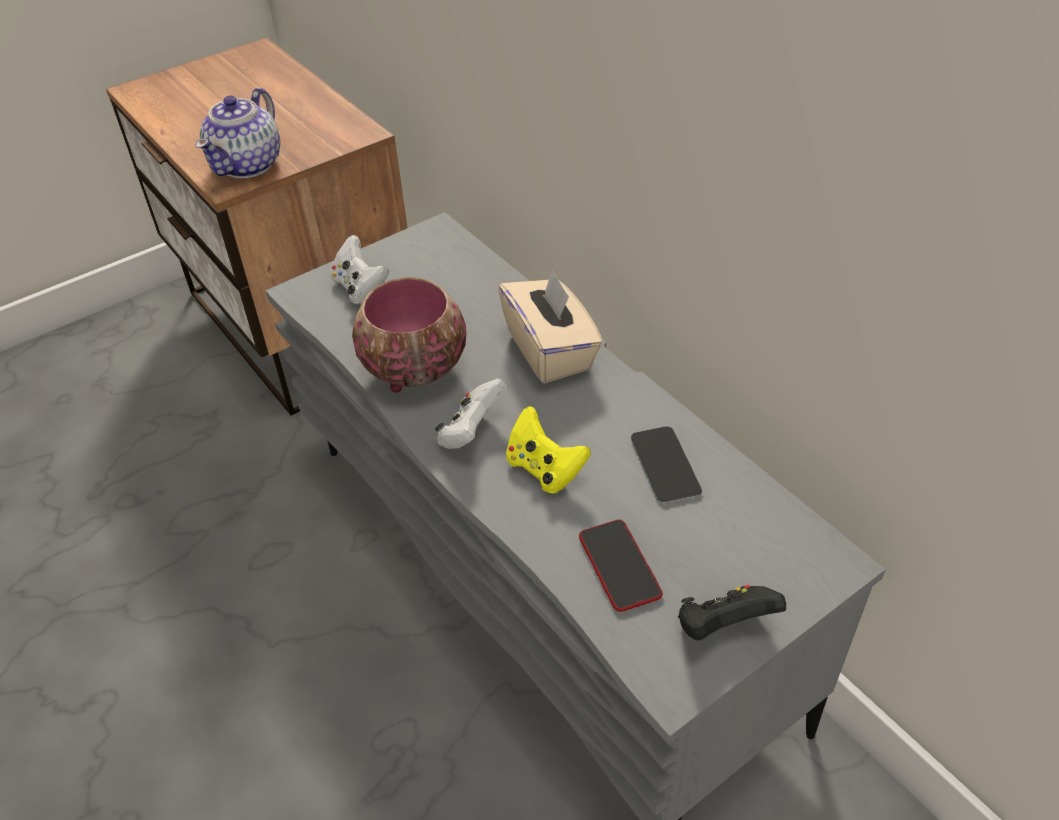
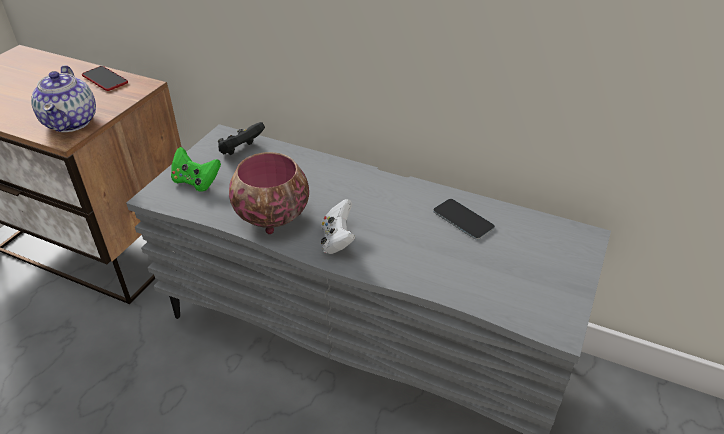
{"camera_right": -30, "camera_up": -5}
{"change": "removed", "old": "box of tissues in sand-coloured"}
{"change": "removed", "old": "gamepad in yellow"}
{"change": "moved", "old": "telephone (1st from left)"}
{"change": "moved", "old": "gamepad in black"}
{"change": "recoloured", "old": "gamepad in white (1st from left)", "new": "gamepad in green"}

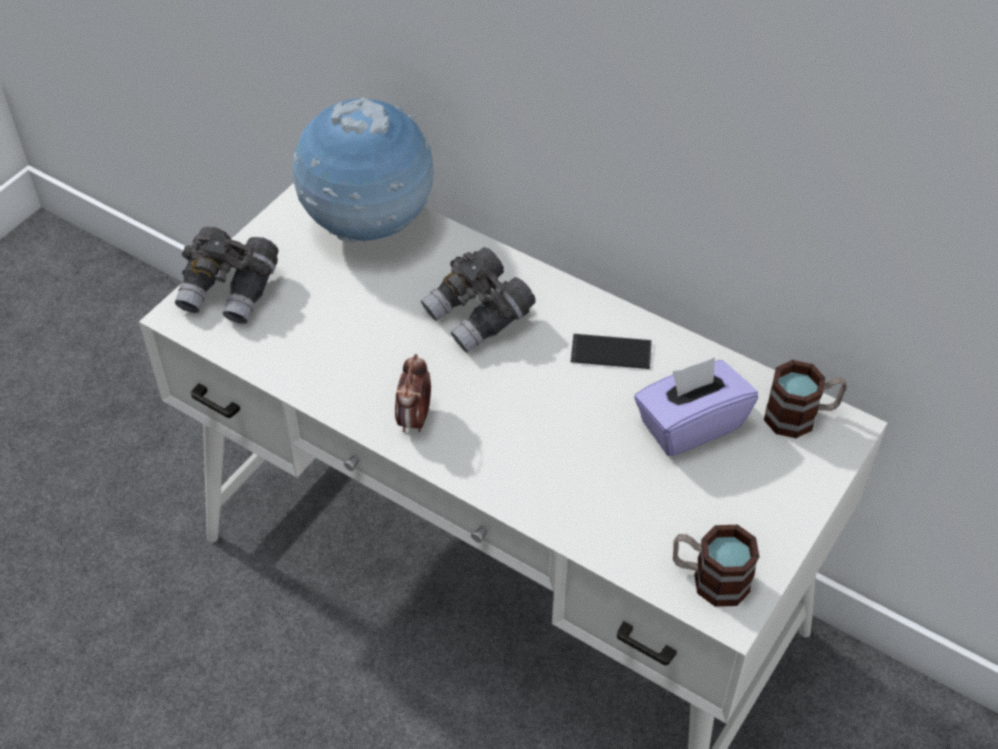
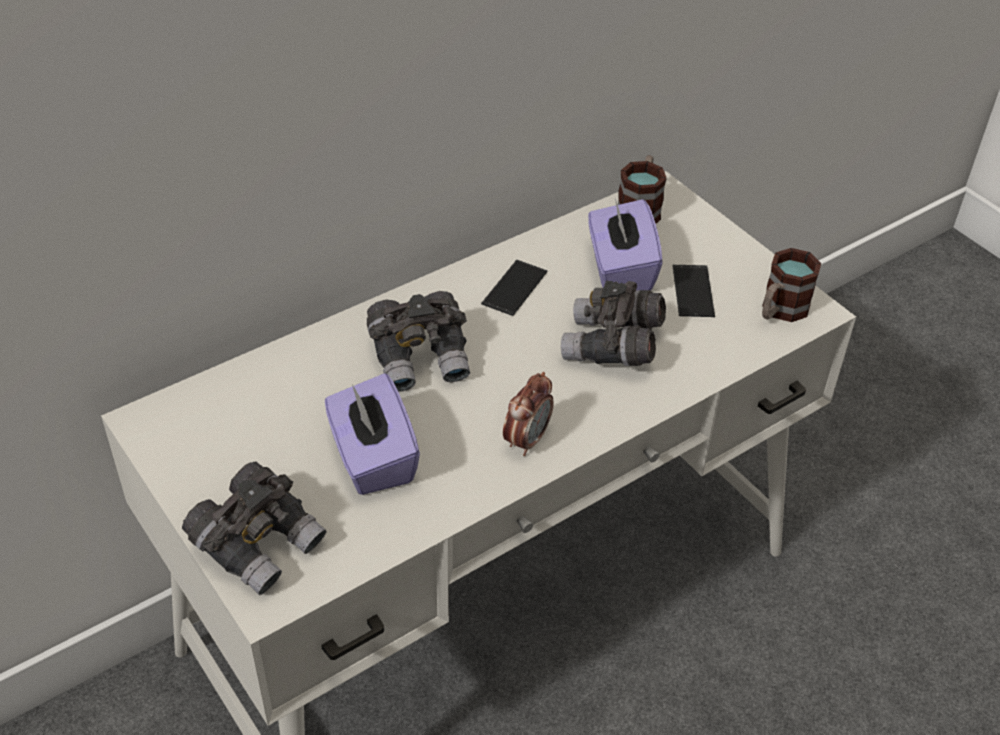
{"camera_right": -70, "camera_up": -5}
{"change": "removed", "old": "globe"}
{"change": "added", "new": "box of tissues in purple (1st from left)"}
{"change": "added", "new": "field glasses in gray (3rd from left)"}
{"change": "added", "new": "telephone (2nd from left)"}
{"change": "turned", "old": "bedside clock", "degrees": -90}

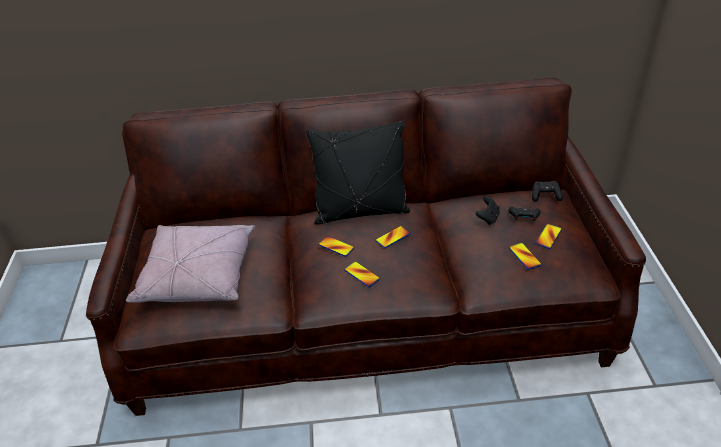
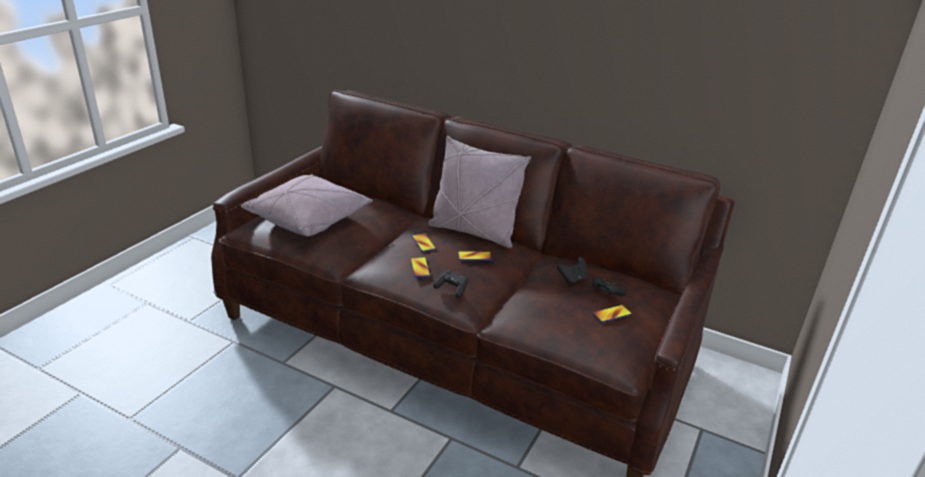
{"camera_right": 30, "camera_up": -10}
{"change": "removed", "old": "telephone (4th from left)"}
{"change": "moved", "old": "gamepad in black (3rd from left in the first image)", "new": "gamepad in black (1st from left)"}
{"change": "recoloured", "old": "throw pillow in black", "new": "throw pillow in purple (2nd from left)"}

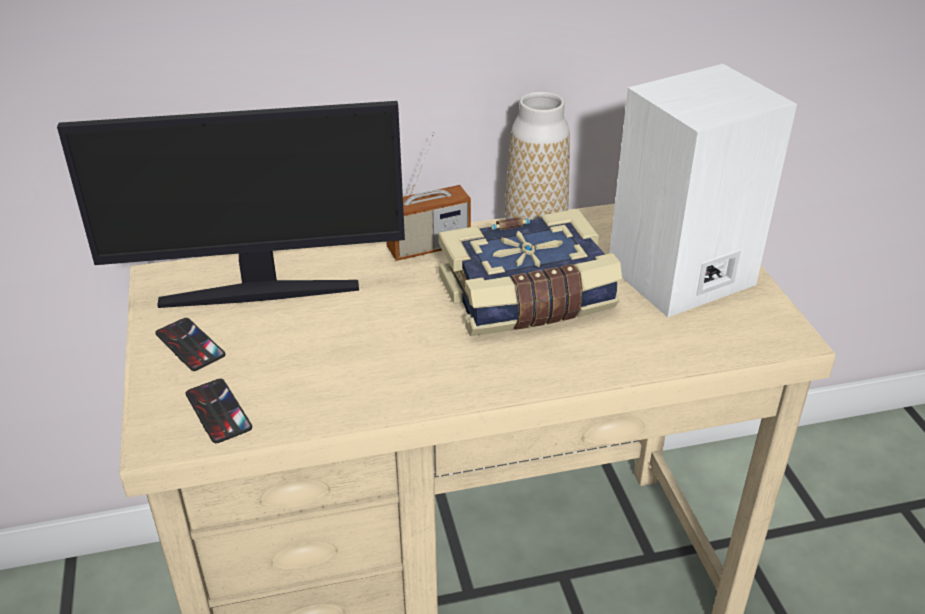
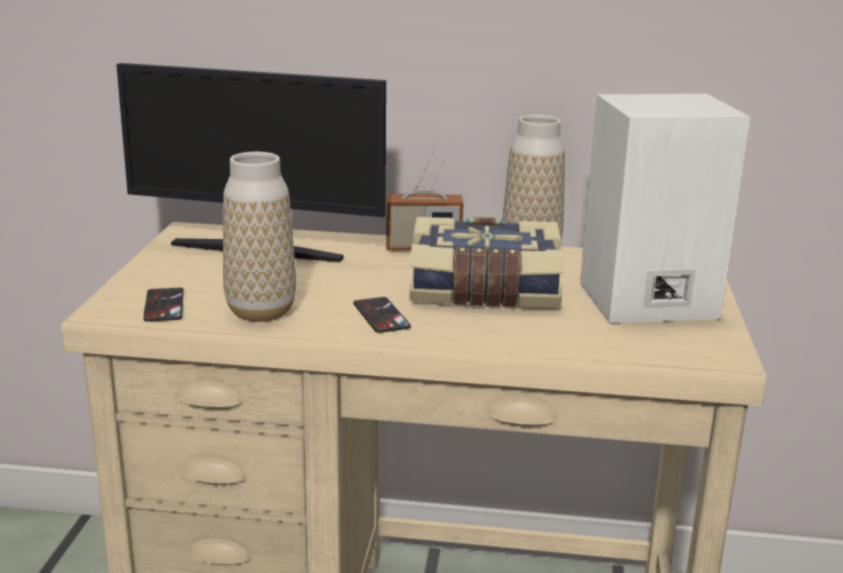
{"camera_right": 20, "camera_up": -15}
{"change": "added", "new": "flower vase (1st from left)"}
{"change": "moved", "old": "telephone (1st from left in the first image)", "new": "telephone (2nd from left)"}

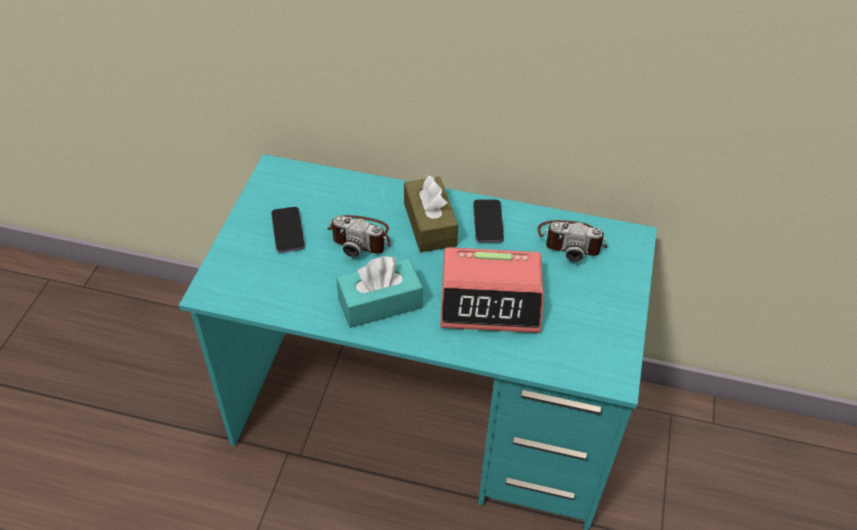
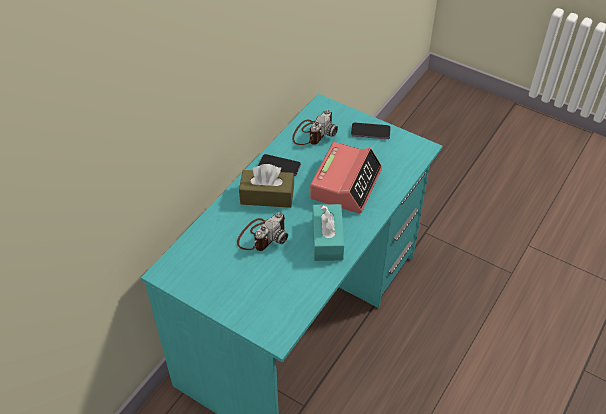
{"camera_right": -70, "camera_up": 0}
{"change": "moved", "old": "telephone (1st from left in the first image)", "new": "telephone (2nd from left)"}

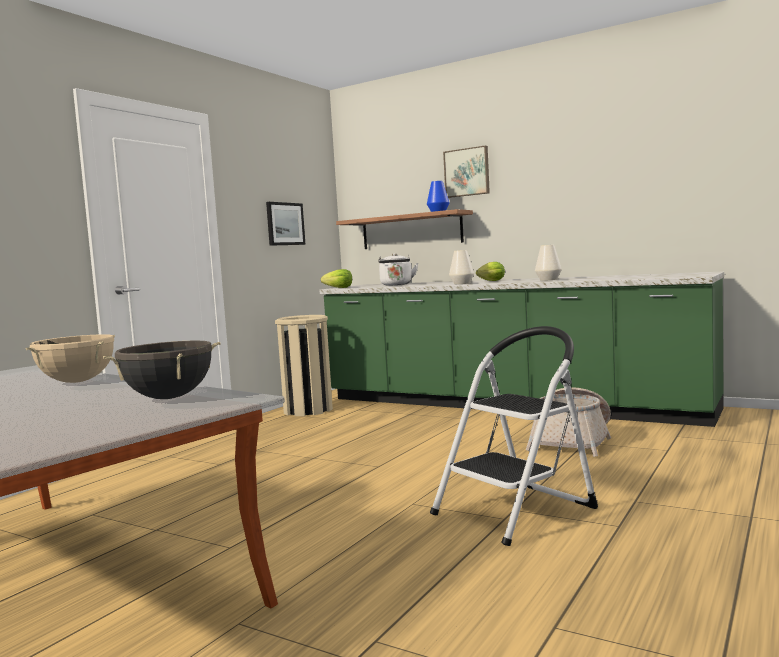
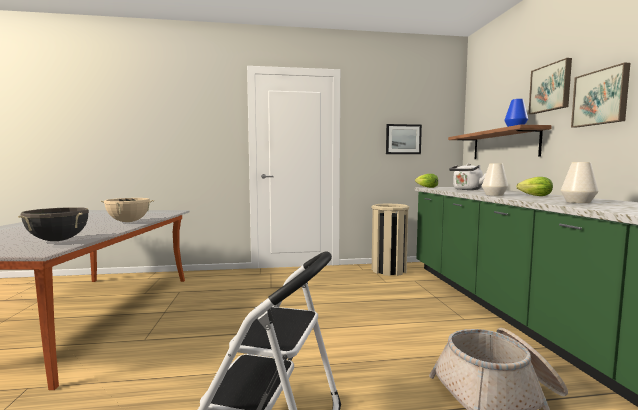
{"camera_right": 50, "camera_up": 0}
{"change": "added", "new": "wall picture (3rd from left)"}

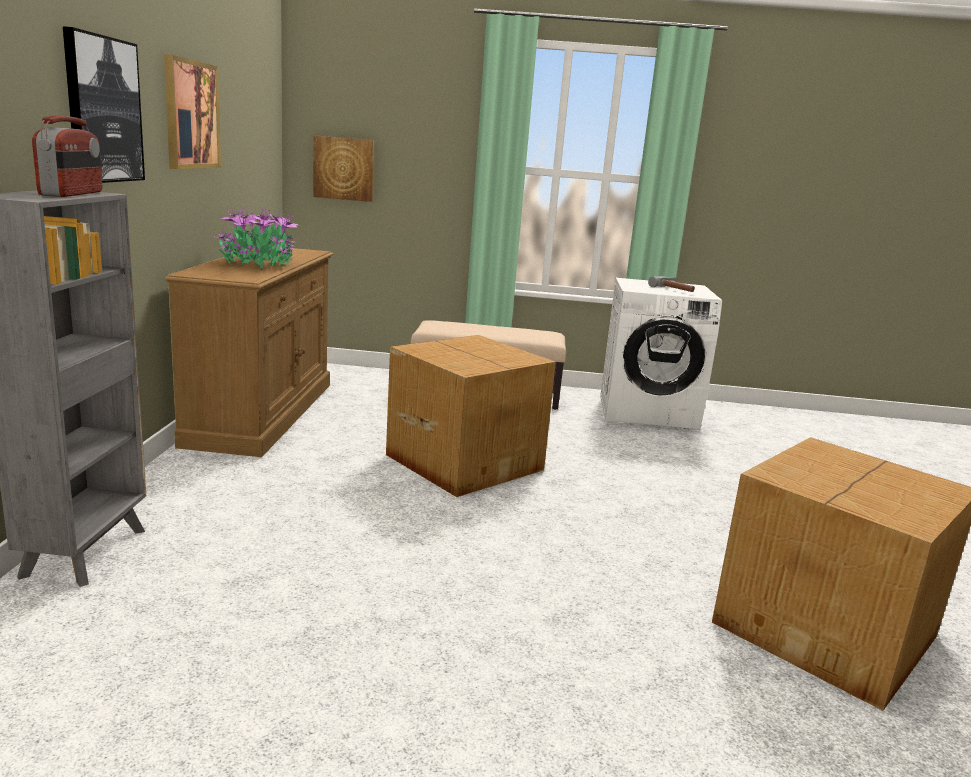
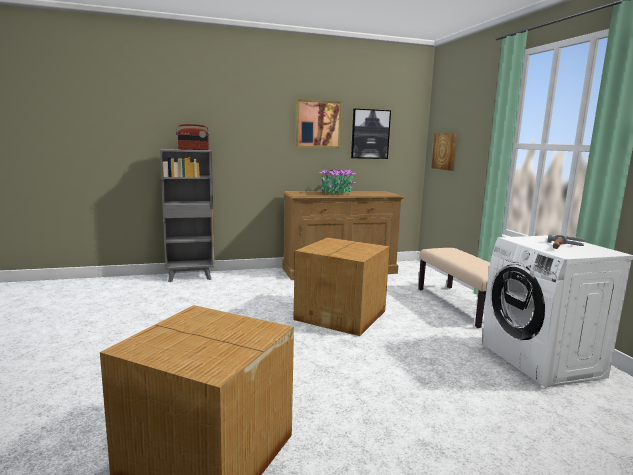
{"camera_right": 70, "camera_up": -5}
{"change": "moved", "old": "wall picture (1st from left in the first image)", "new": "wall picture (2nd from left)"}

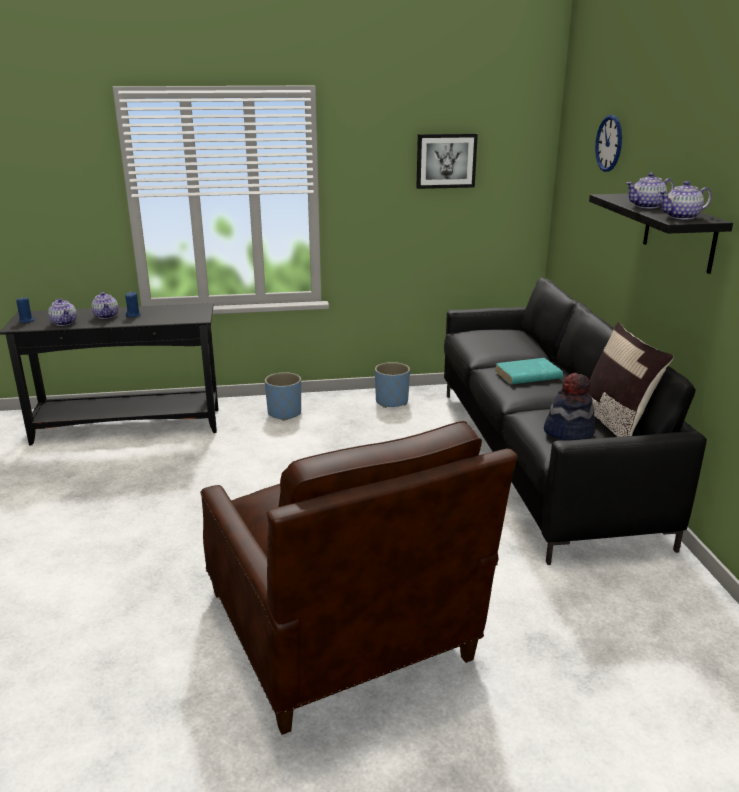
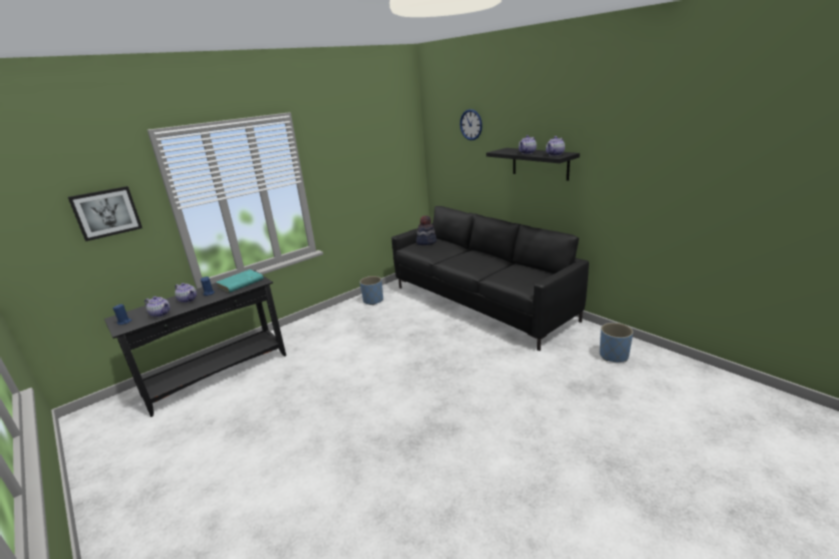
{"camera_right": -30, "camera_up": 0}
{"change": "removed", "old": "armchair in brown"}
{"change": "removed", "old": "throw pillow"}
{"change": "moved", "old": "flower pot in blue (1st from left in the first image)", "new": "flower pot in blue (2nd from left)"}
{"change": "moved", "old": "wall picture"}
{"change": "moved", "old": "book in blue-green"}
{"change": "moved", "old": "clothing hat"}

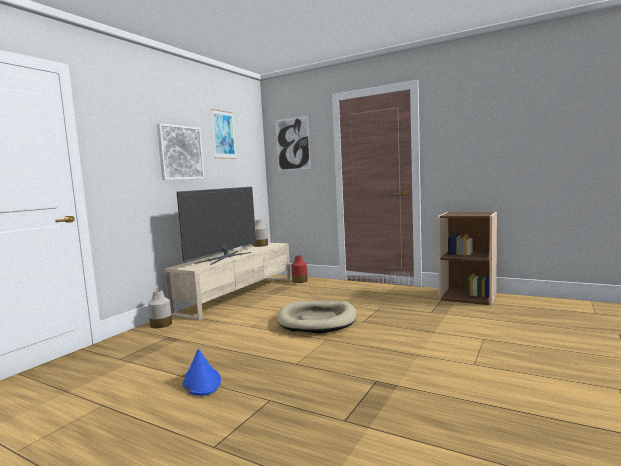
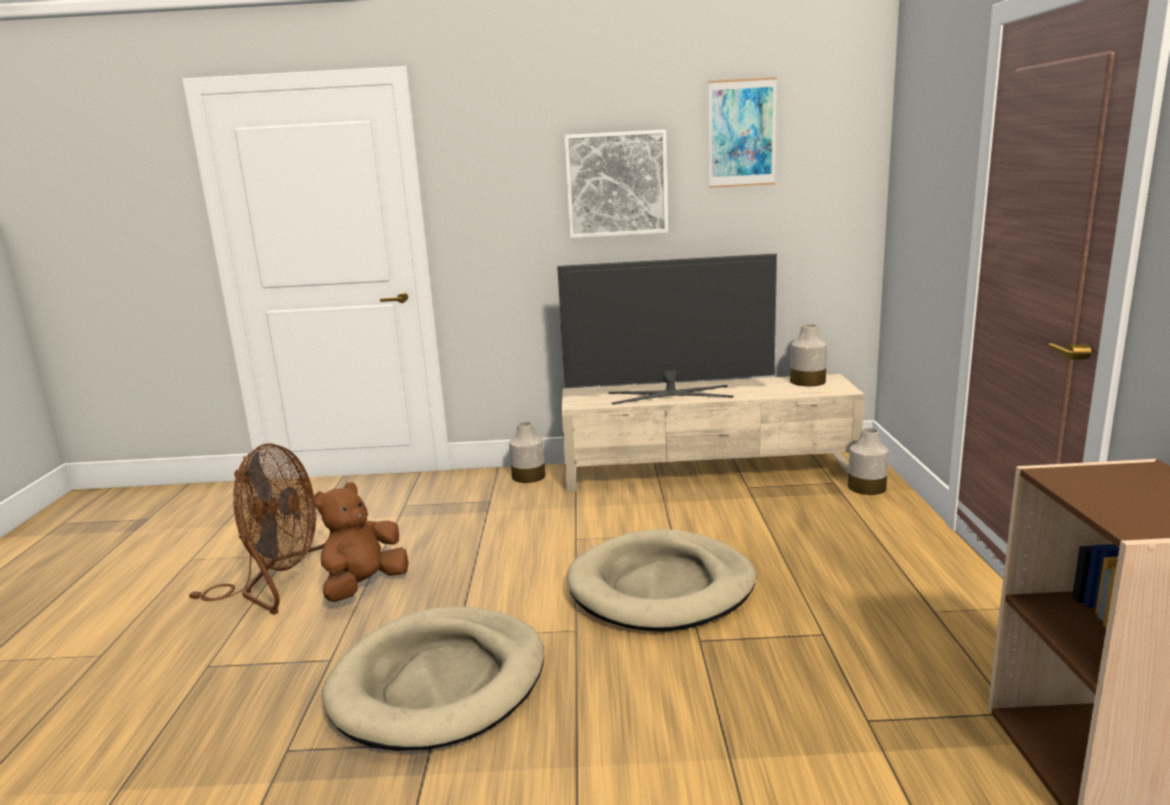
{"camera_right": 60, "camera_up": 10}
{"change": "removed", "old": "wall picture (3rd from left)"}
{"change": "added", "new": "fan in brown"}
{"change": "added", "new": "dog bed in sand-coloured (1st from left)"}
{"change": "replaced", "old": "clothing hat in blue", "new": "cuddly toy in brown"}
{"change": "recoloured", "old": "flower vase in red", "new": "flower vase in sand-coloured (3rd from left)"}

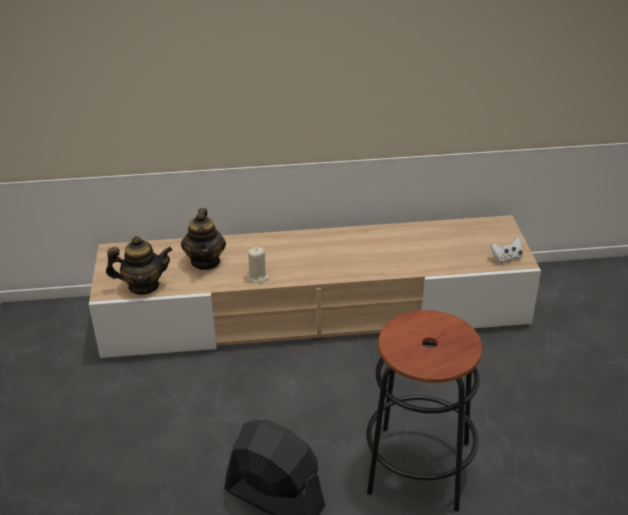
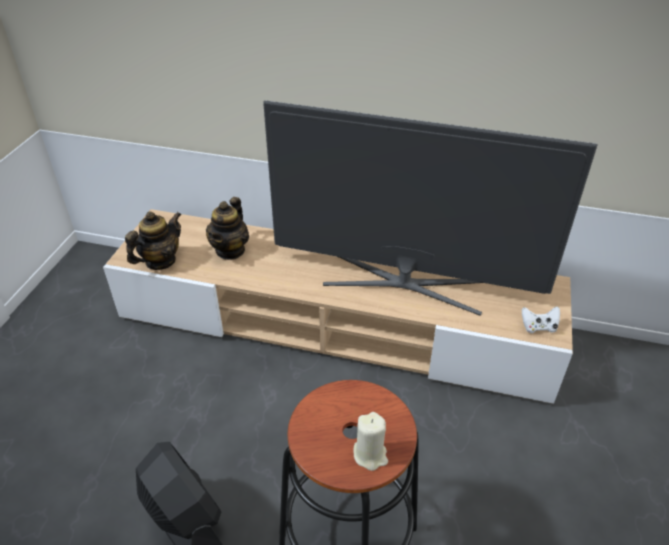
{"camera_right": 20, "camera_up": 5}
{"change": "added", "new": "television"}
{"change": "moved", "old": "candle in sand-coloured"}
{"change": "turned", "old": "teapot (1st from left)", "degrees": -60}

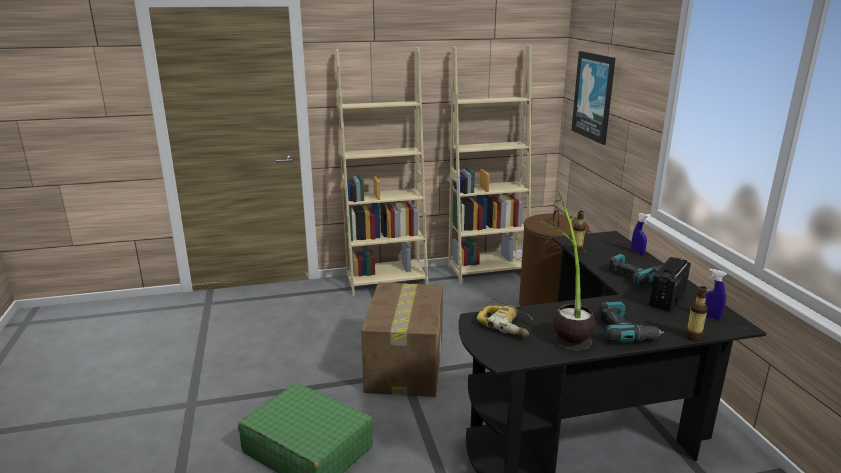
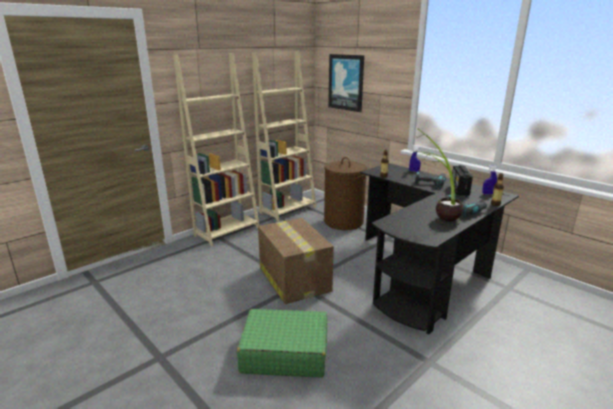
{"camera_right": -30, "camera_up": 0}
{"change": "removed", "old": "drill (1st from left)"}

